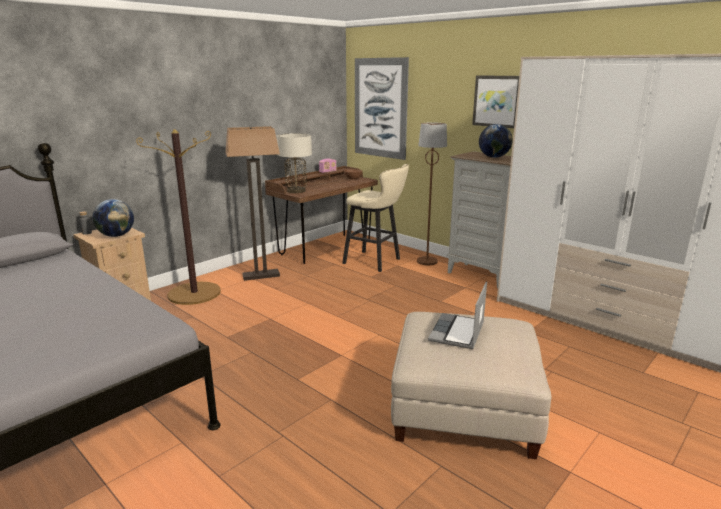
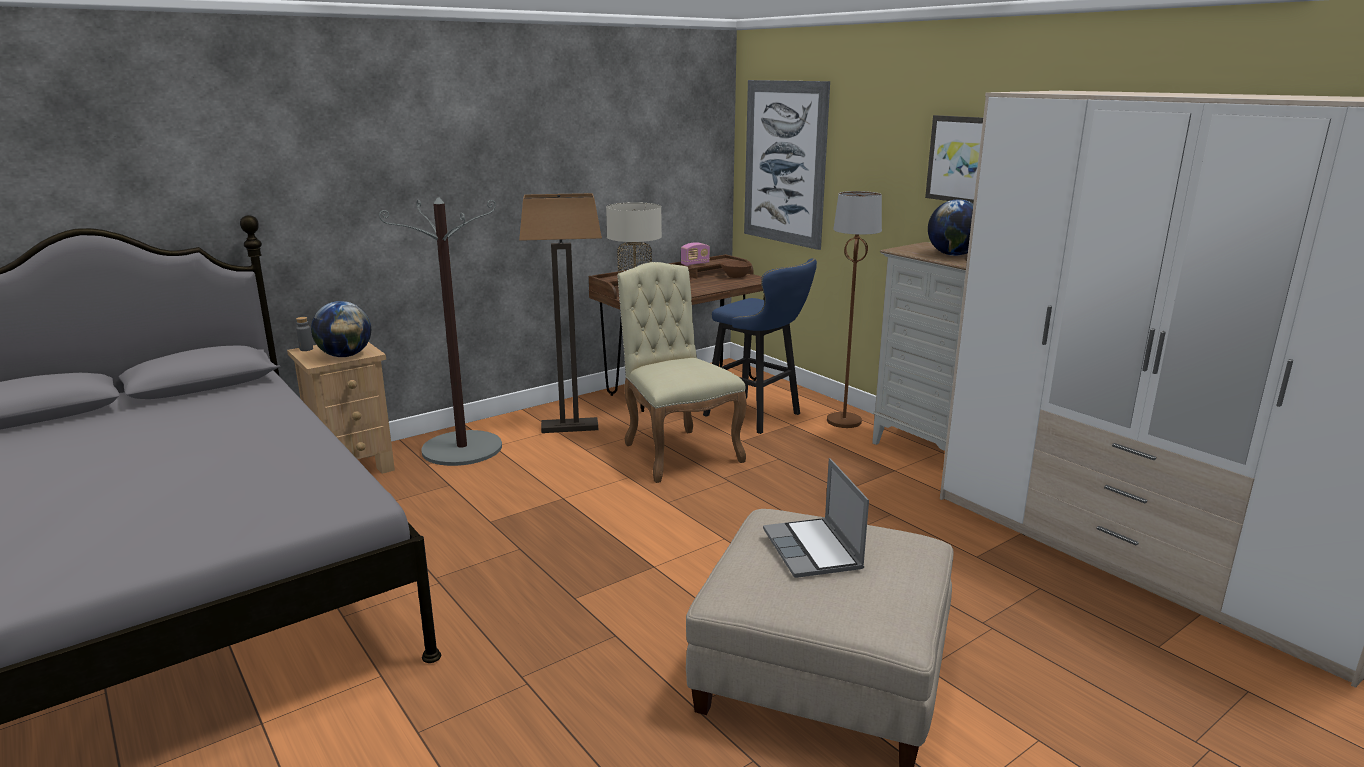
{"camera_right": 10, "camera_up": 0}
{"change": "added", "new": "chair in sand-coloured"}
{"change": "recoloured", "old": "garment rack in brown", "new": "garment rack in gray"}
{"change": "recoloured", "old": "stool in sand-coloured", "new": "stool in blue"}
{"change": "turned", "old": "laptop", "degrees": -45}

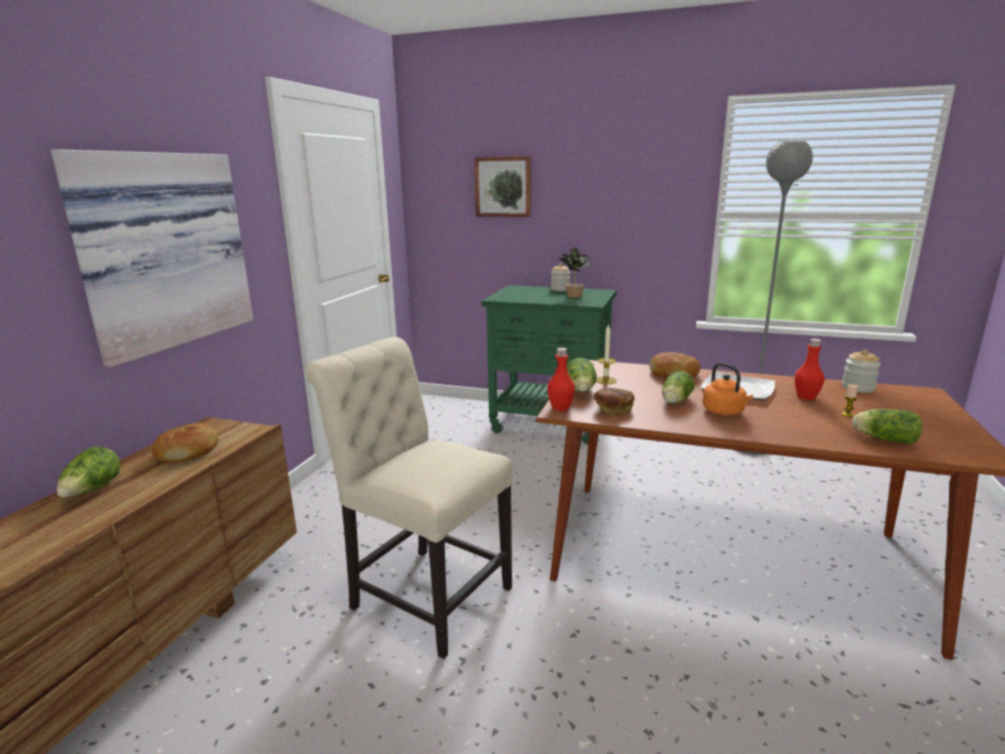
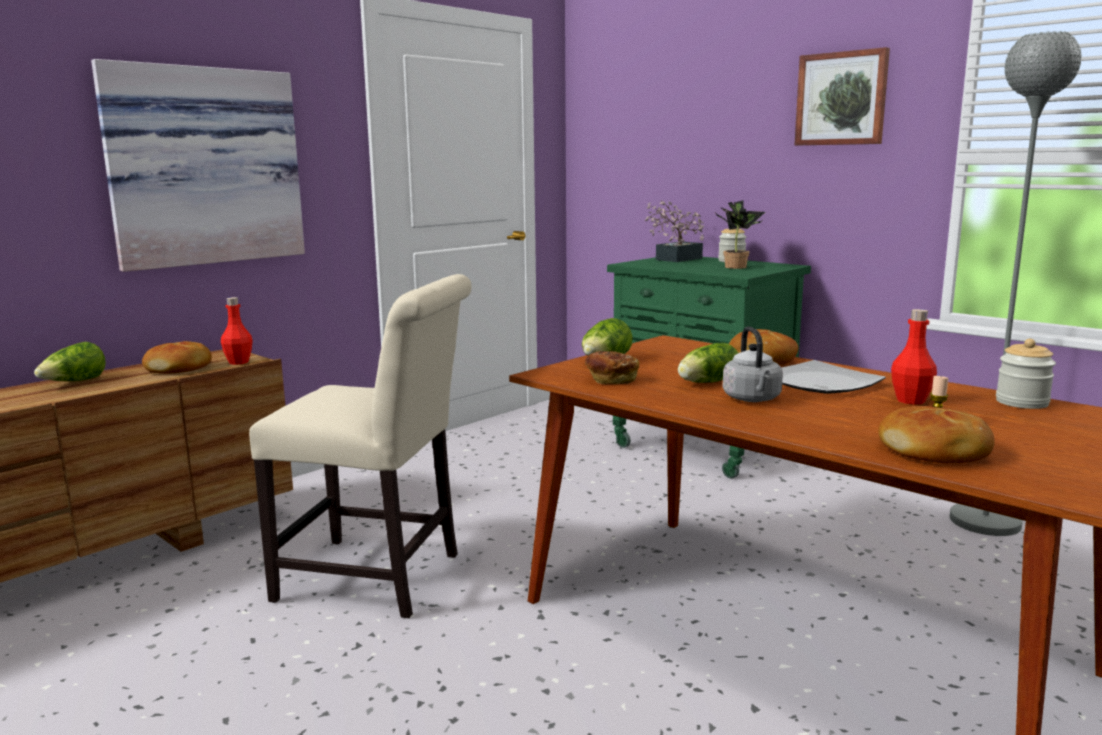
{"camera_right": 25, "camera_up": -5}
{"change": "removed", "old": "candle (1st from left)"}
{"change": "added", "new": "plant in a pot (1st from left)"}
{"change": "moved", "old": "wall picture (2nd from left)"}
{"change": "moved", "old": "beverage bottle in red (1st from left)"}
{"change": "replaced", "old": "lettuce (4th from left)", "new": "bakery bread (4th from left)"}
{"change": "recoloured", "old": "water kettle in orangey", "new": "water kettle in gray"}
{"change": "turned", "old": "chair in sand-coloured", "degrees": 135}

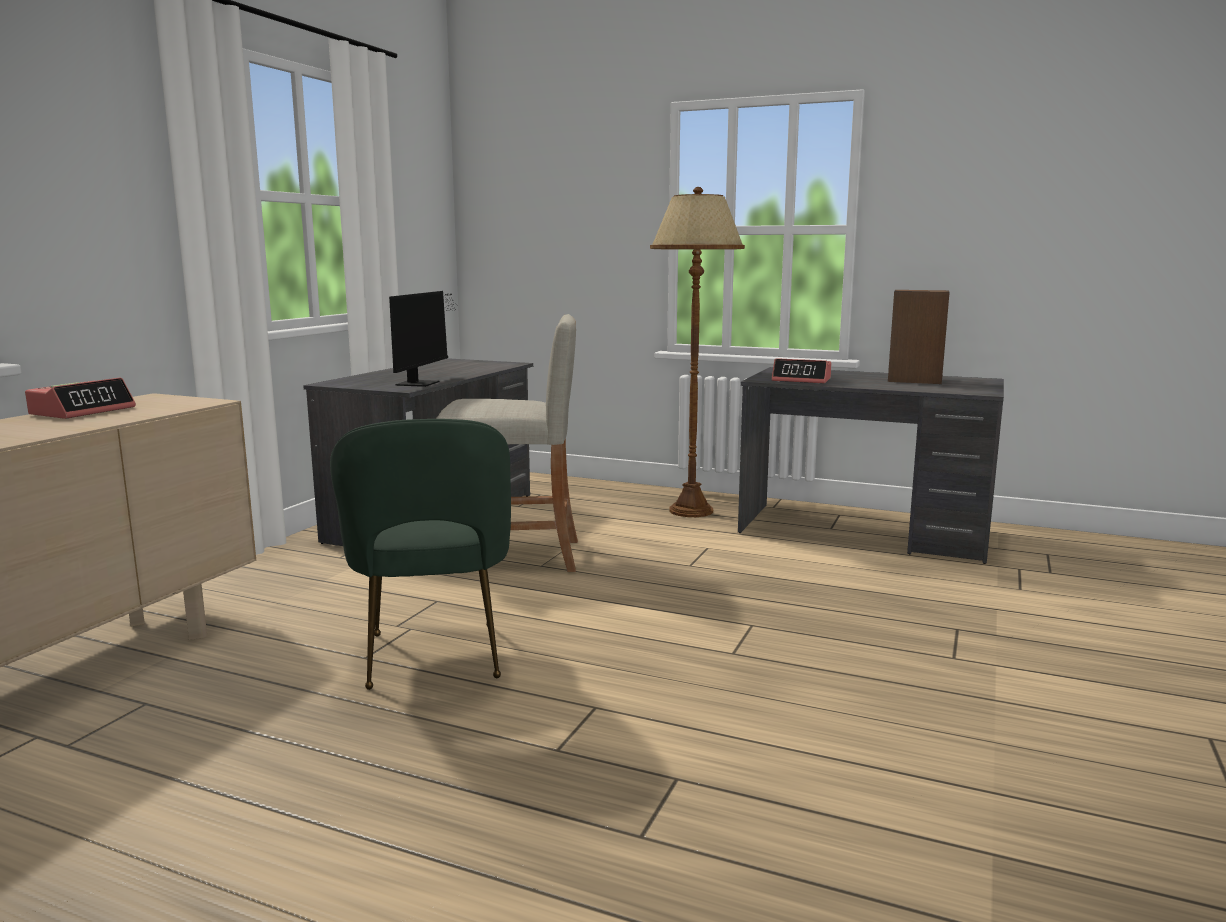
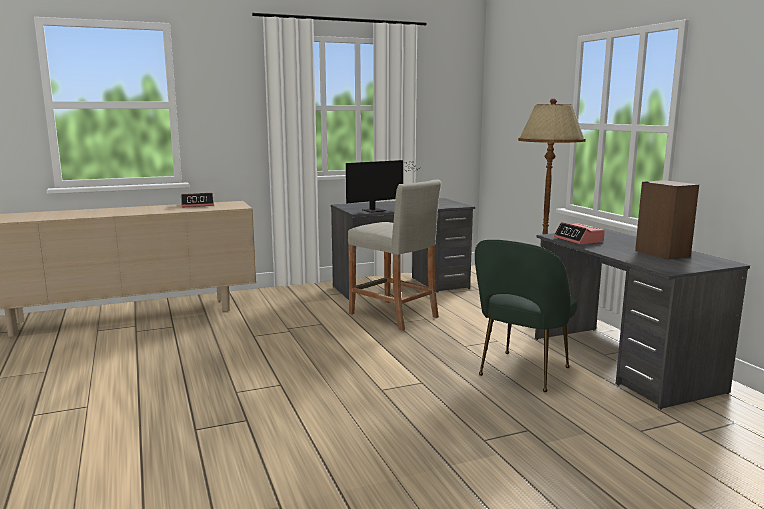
{"camera_right": 45, "camera_up": 0}
{"change": "moved", "old": "chair in green"}

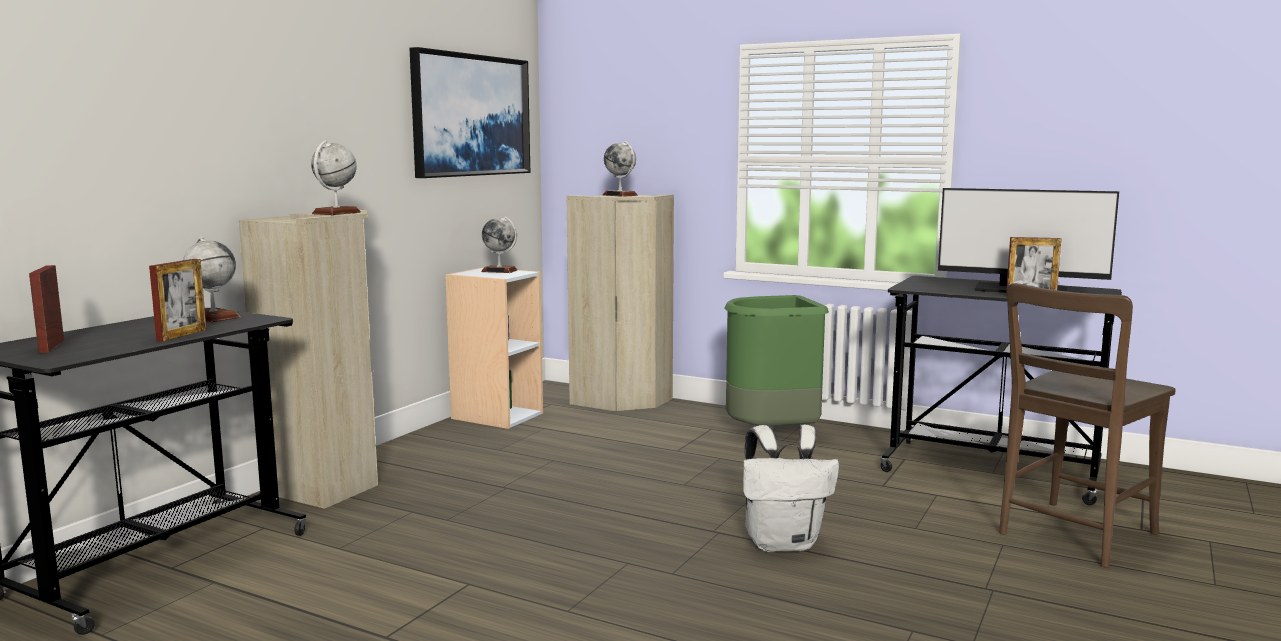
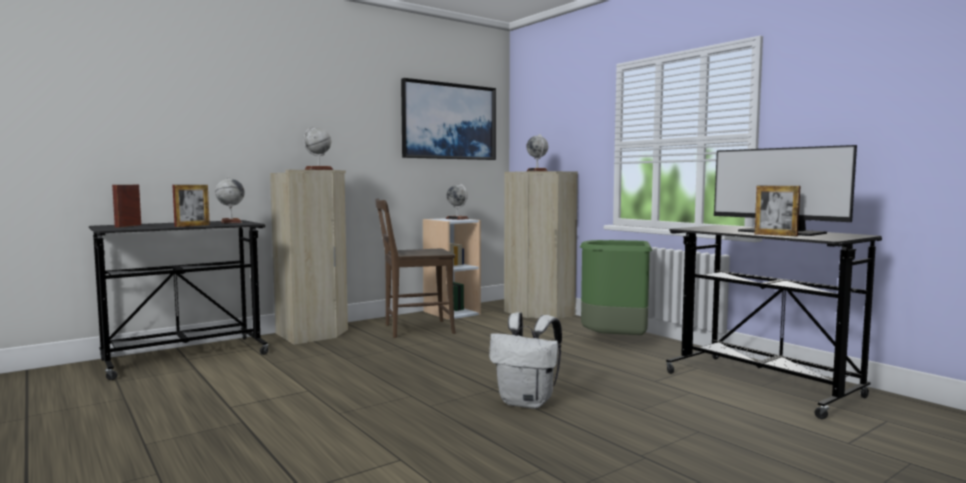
{"camera_right": 25, "camera_up": -5}
{"change": "moved", "old": "chair in brown"}

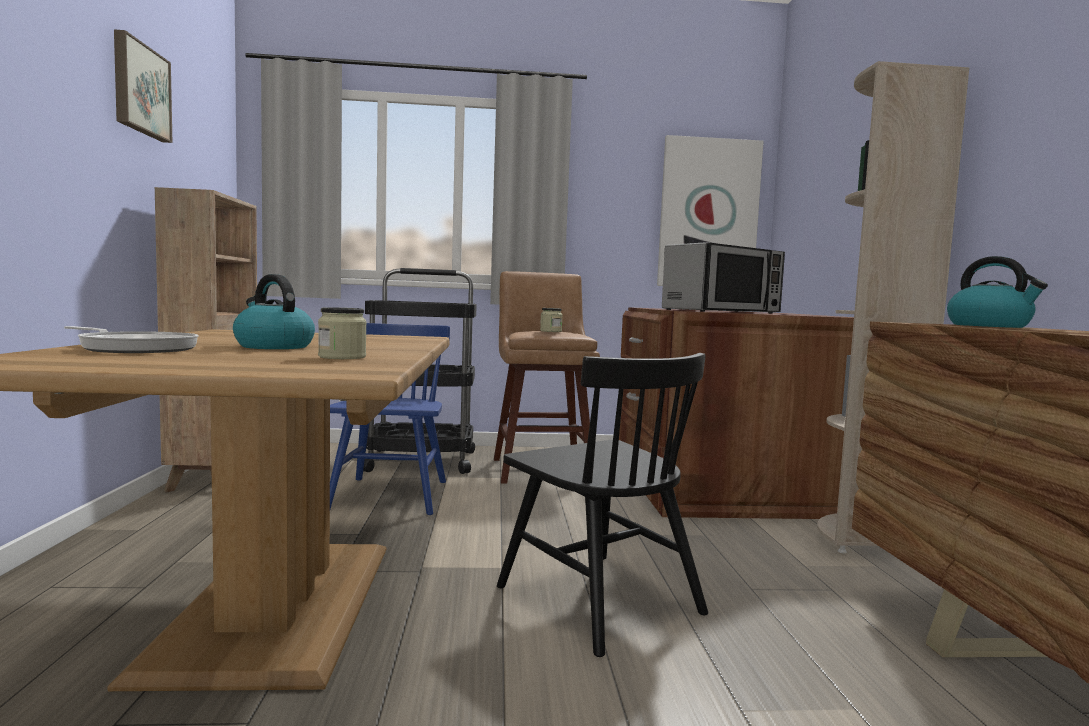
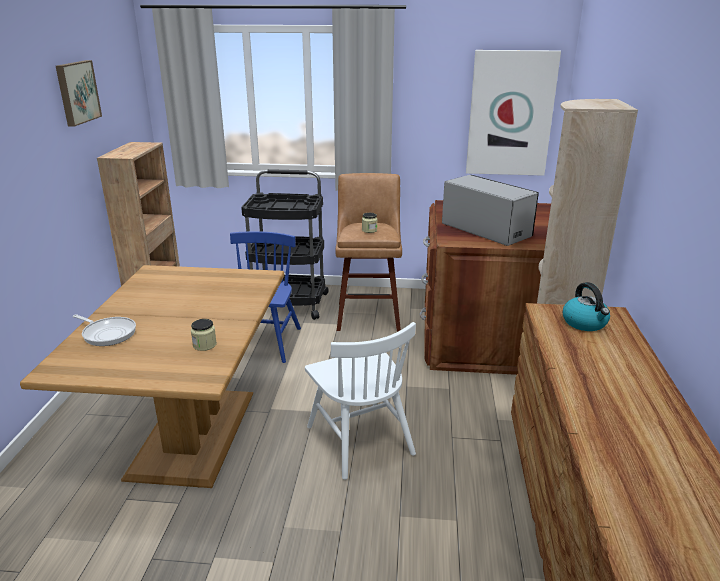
{"camera_right": 10, "camera_up": 20}
{"change": "removed", "old": "water kettle (1st from left)"}
{"change": "recoloured", "old": "chair in black", "new": "chair in white"}
{"change": "turned", "old": "microwave oven", "degrees": -105}

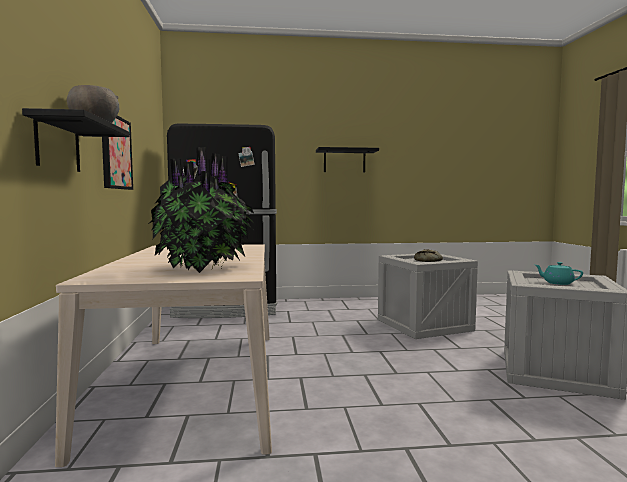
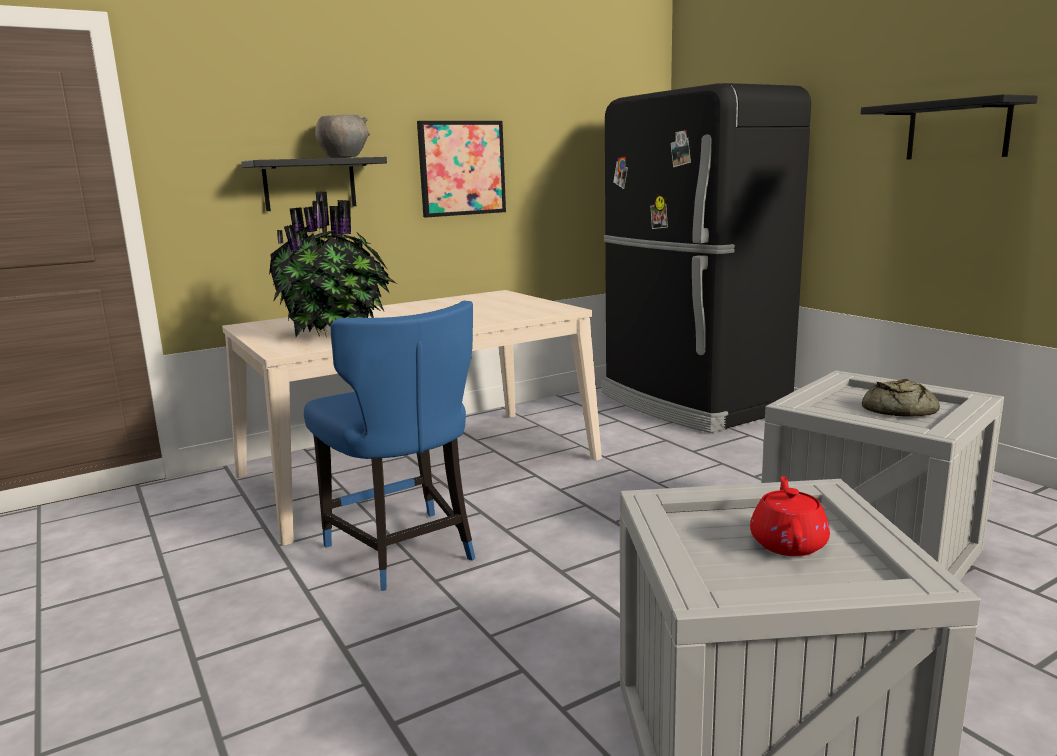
{"camera_right": 65, "camera_up": 10}
{"change": "added", "new": "chair in blue"}
{"change": "recoloured", "old": "teapot in blue-green", "new": "teapot in red"}

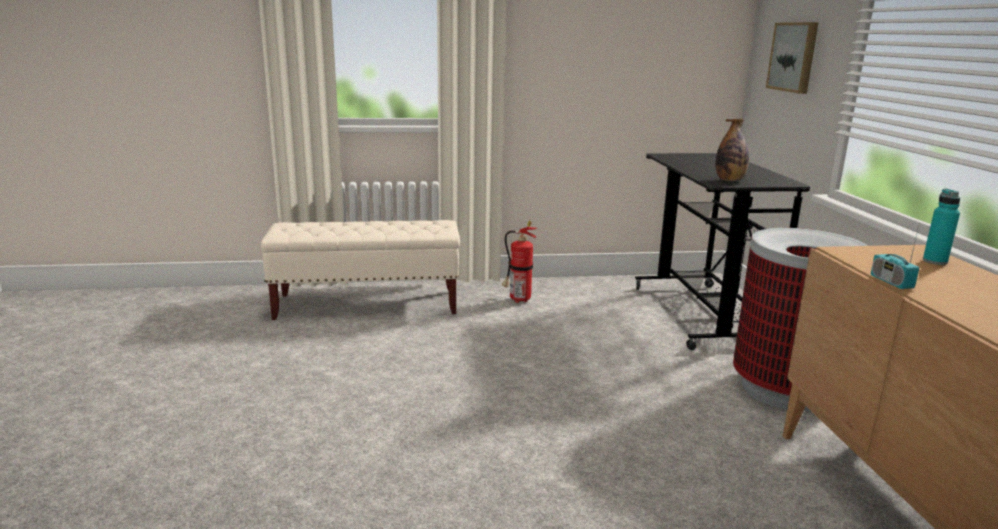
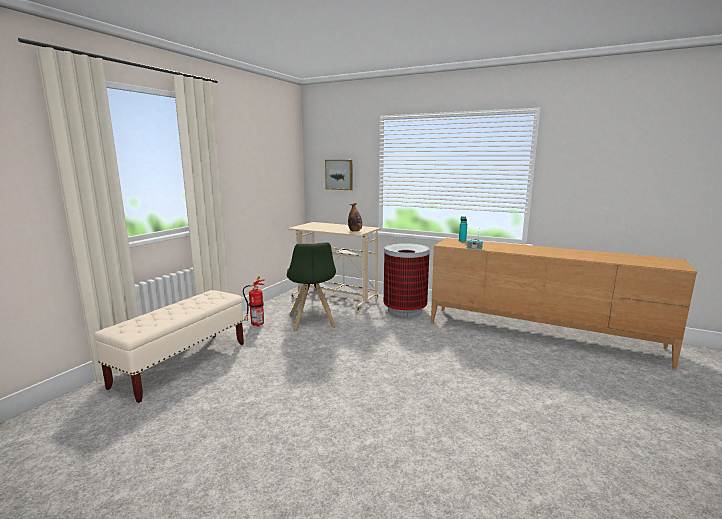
{"camera_right": -55, "camera_up": -5}
{"change": "added", "new": "chair in green"}
{"change": "recoloured", "old": "desk unit in black", "new": "desk unit in sand-coloured"}

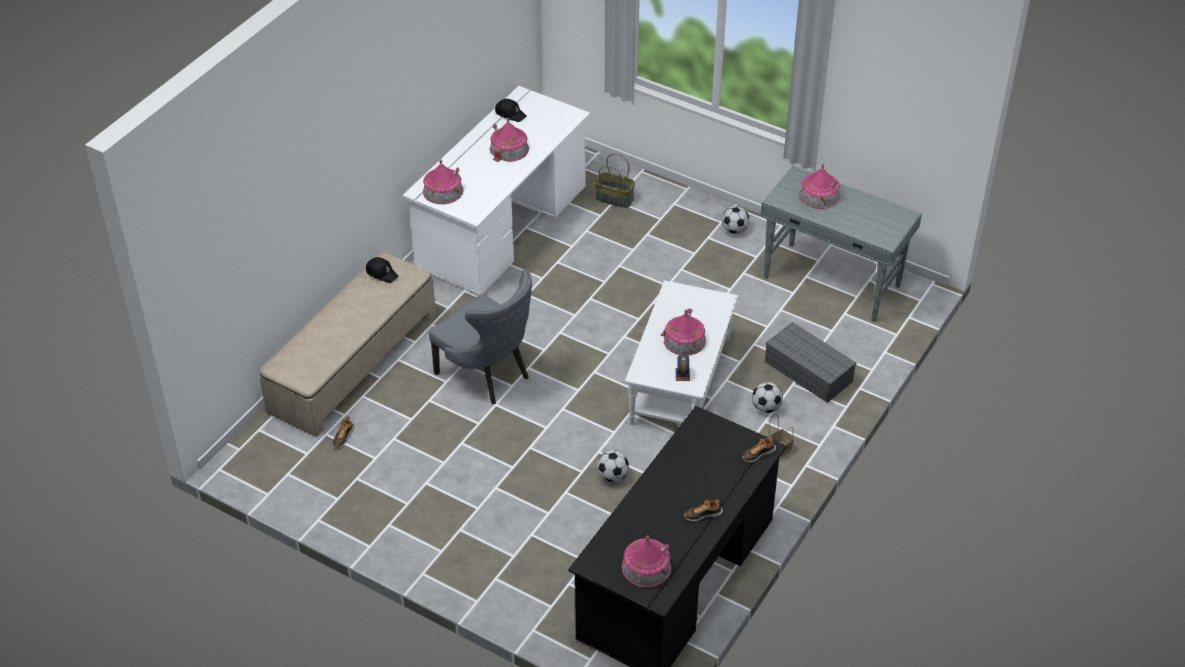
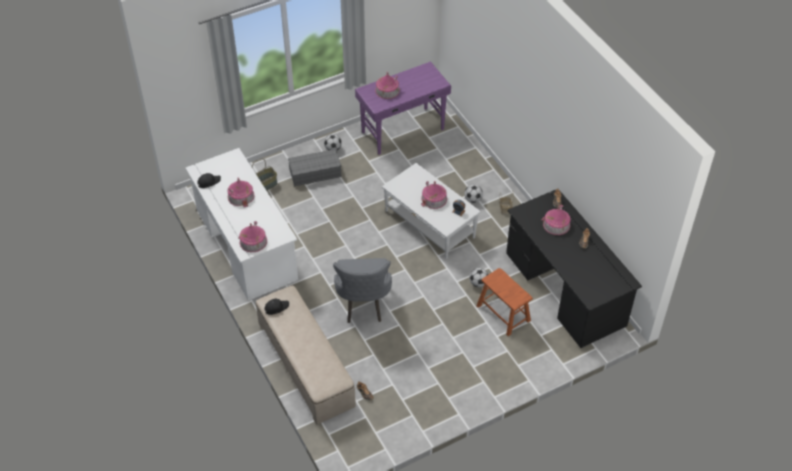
{"camera_right": -60, "camera_up": 5}
{"change": "added", "new": "stool in brown"}
{"change": "moved", "old": "model house (3rd from left in the first image)", "new": "model house (5th from left)"}
{"change": "moved", "old": "storage box in gray"}
{"change": "recoloured", "old": "console table in gray", "new": "console table in purple"}
{"change": "turned", "old": "chair in gray", "degrees": 105}

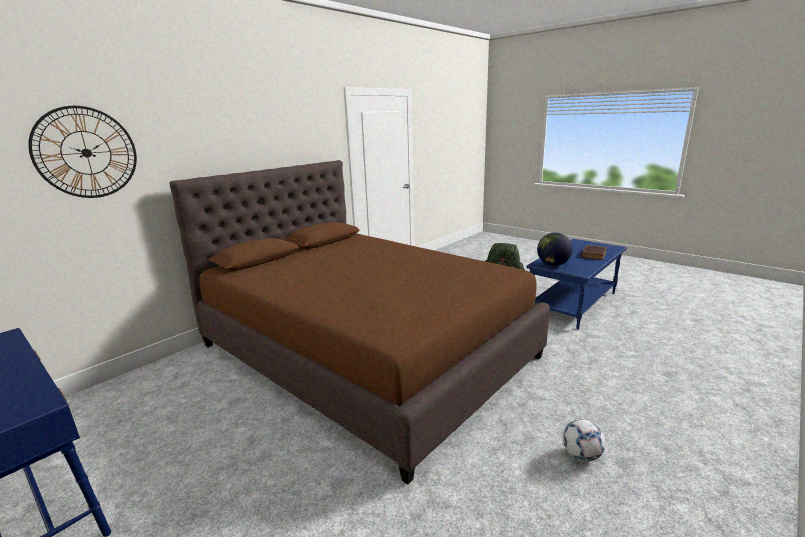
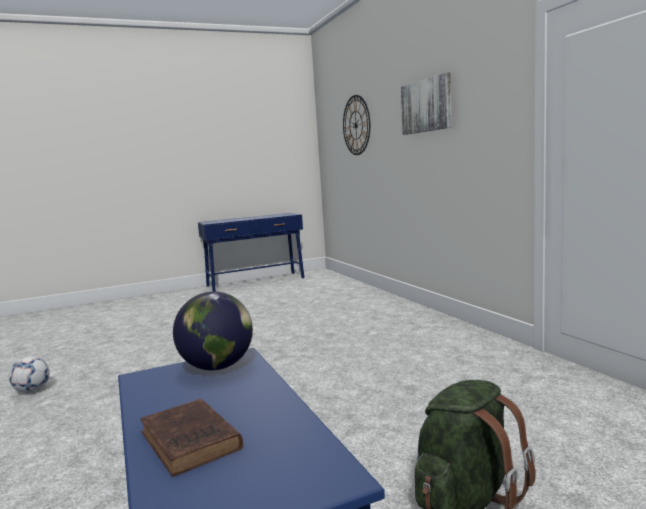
{"camera_right": 115, "camera_up": -10}
{"change": "removed", "old": "bed in brown"}
{"change": "added", "new": "wall picture"}

